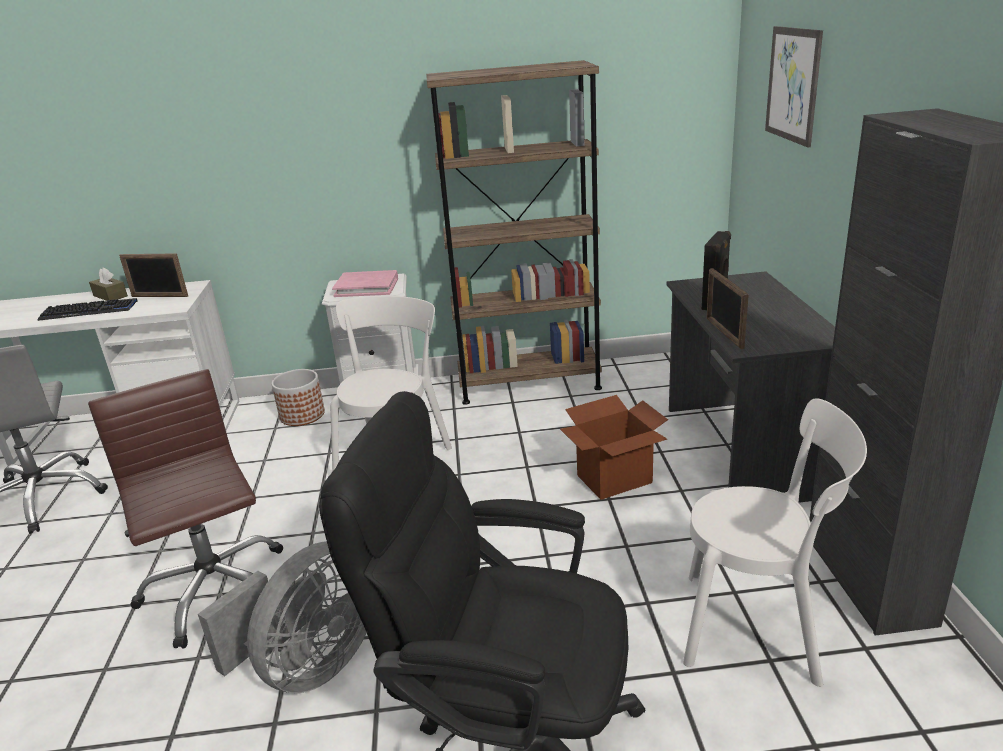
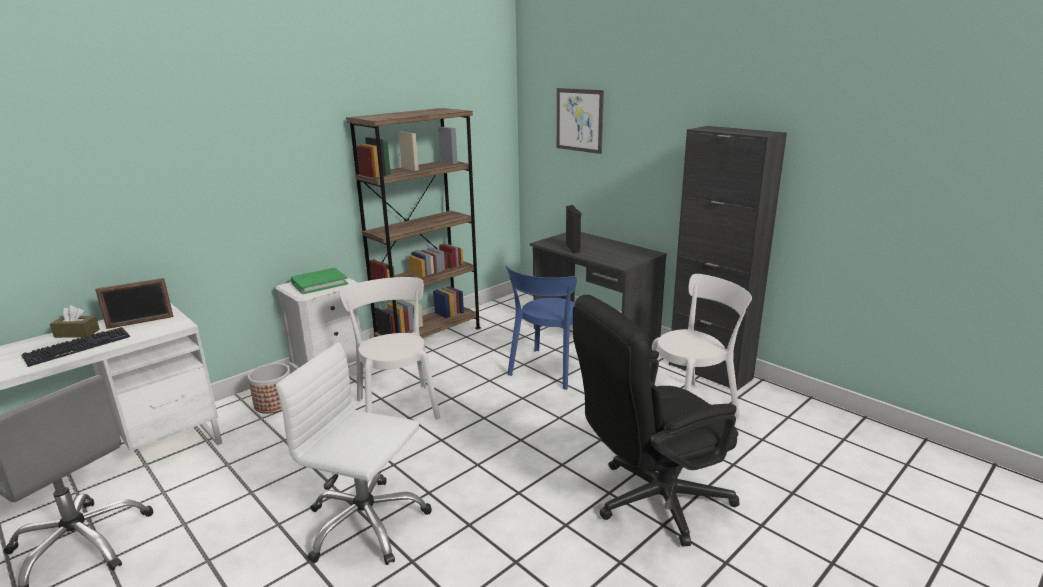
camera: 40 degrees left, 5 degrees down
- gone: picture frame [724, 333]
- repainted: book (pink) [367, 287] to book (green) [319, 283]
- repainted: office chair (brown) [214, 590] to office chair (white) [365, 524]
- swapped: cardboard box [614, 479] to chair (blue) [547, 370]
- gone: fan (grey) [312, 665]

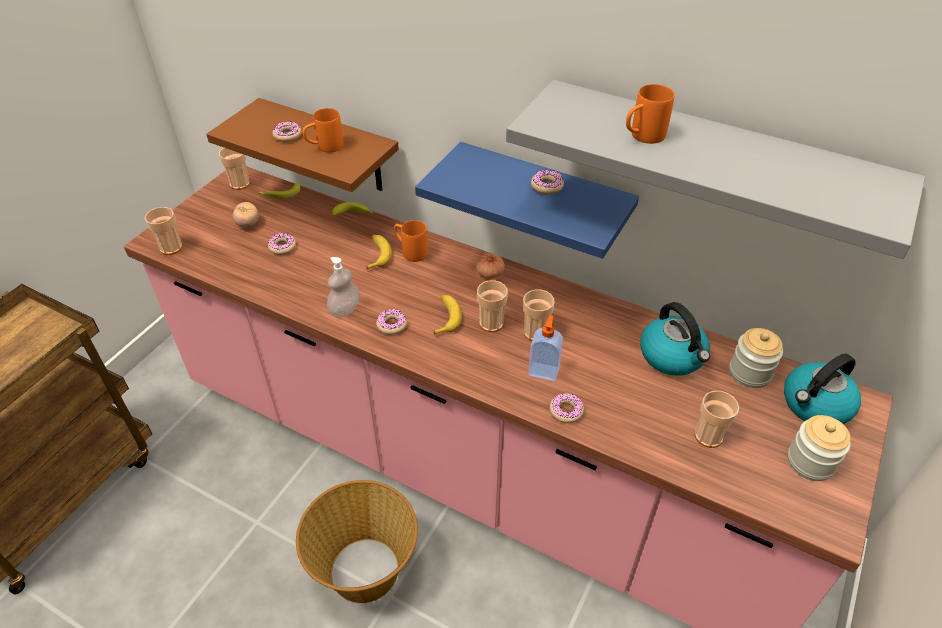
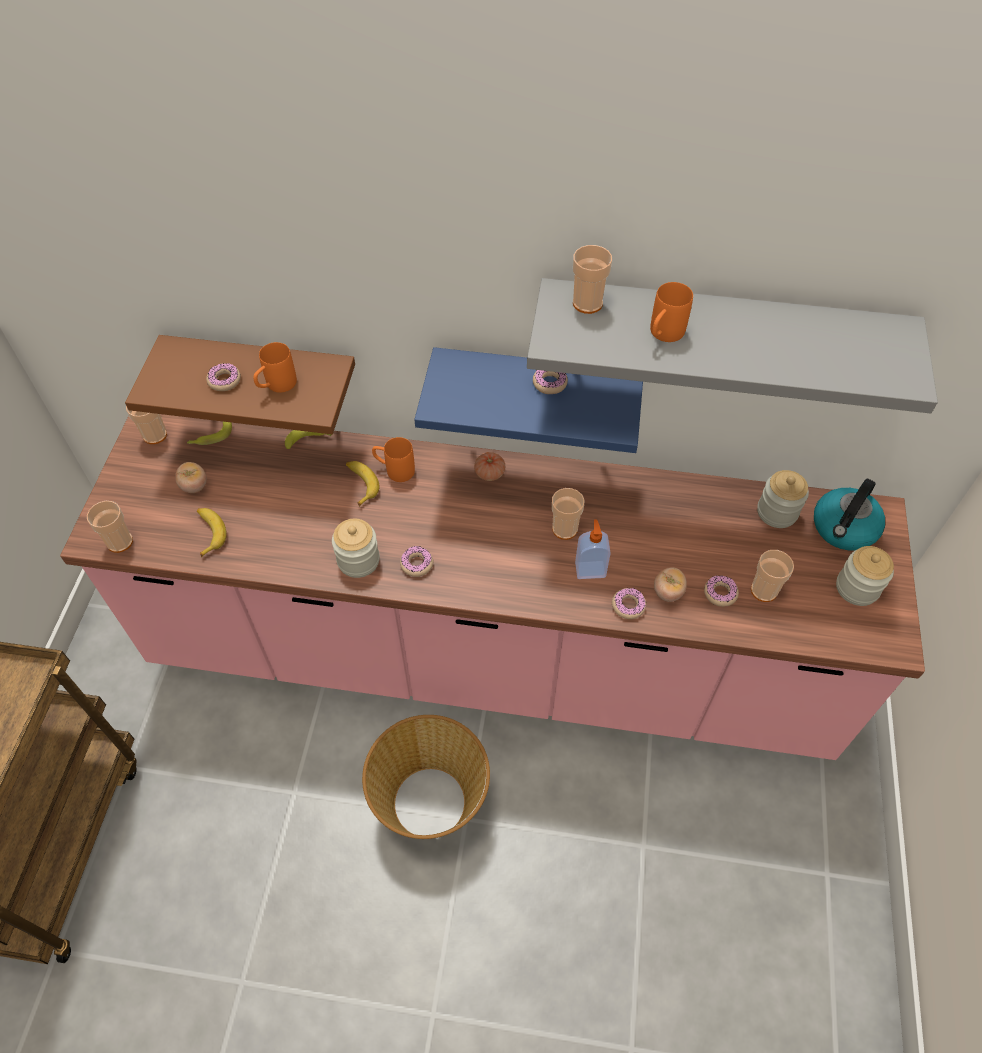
camera: 20 degrees left, 10 degrees up
- shifted: donut [282, 247] to [720, 593]
- swapped: soap dispenser [345, 309] to jar [358, 560]
- shifted: cup [491, 323] to [587, 303]
- shifted: banana [446, 317] to [209, 532]
- gone: kettle [673, 356]
- new: tomato [668, 592]

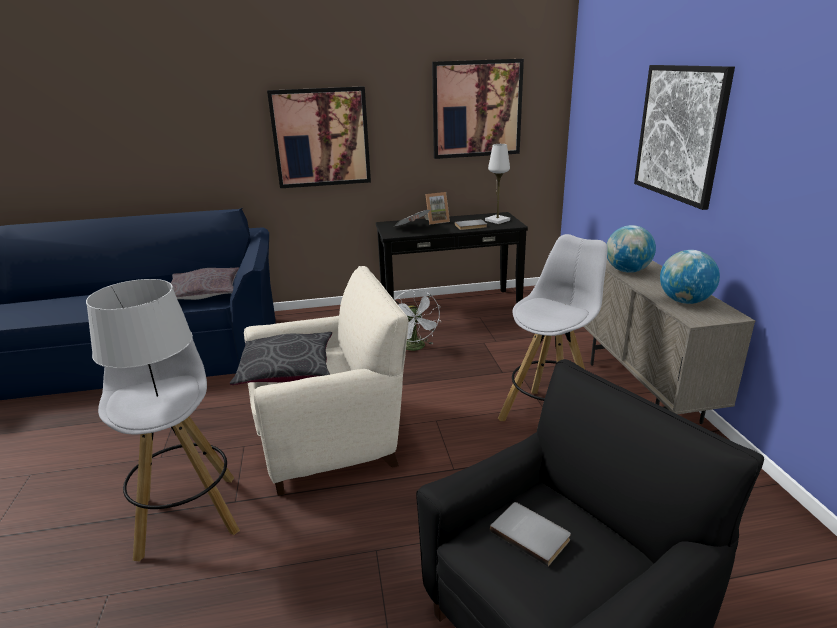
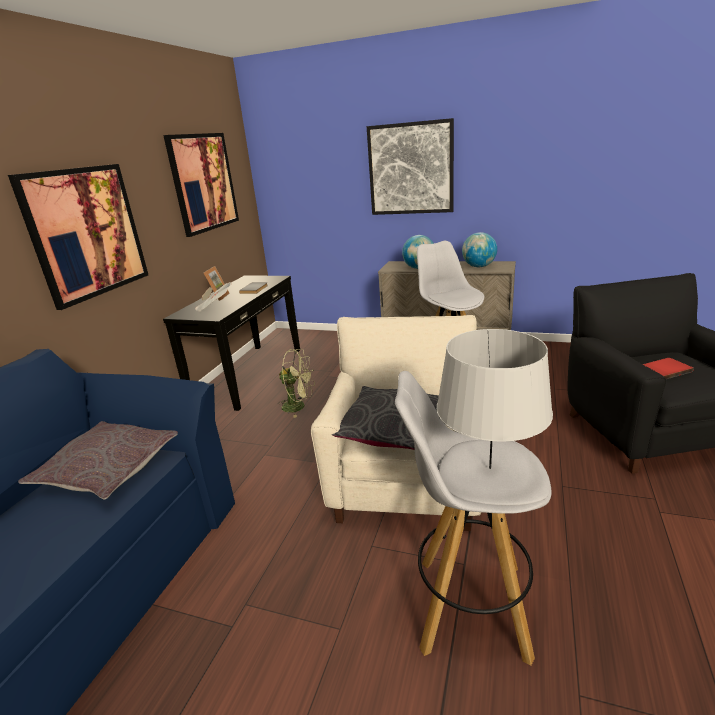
camera: 60 degrees left, 0 degrees up
- gone: table lamp (white) [497, 220]
- repainted: fan (white) [416, 348] to fan (green) [299, 406]
- repainted: book (grey) [531, 534] to book (red) [663, 370]

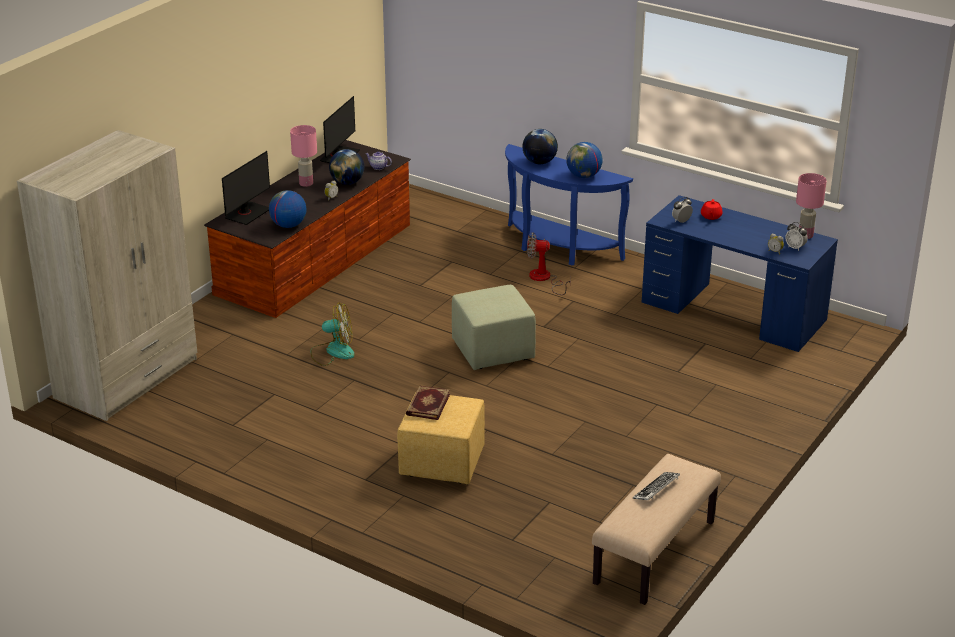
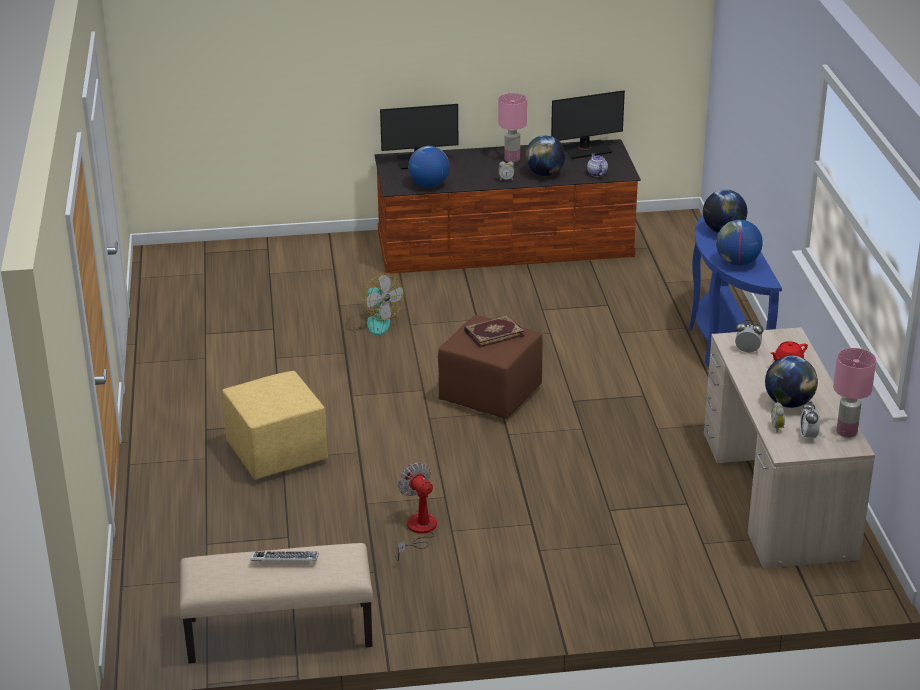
camera: 50 degrees right, 0 degrees up
- gone: wardrobe (beige) [128, 378]
- repainted: desk (blue) [733, 311] to desk (beige) [776, 493]
- shifted: fan [544, 279] to [418, 531]
- repainted: ottoman (green) [493, 350] to ottoman (brown) [491, 395]
- shifted: book [427, 404] to [493, 333]
- new: globe [789, 403]

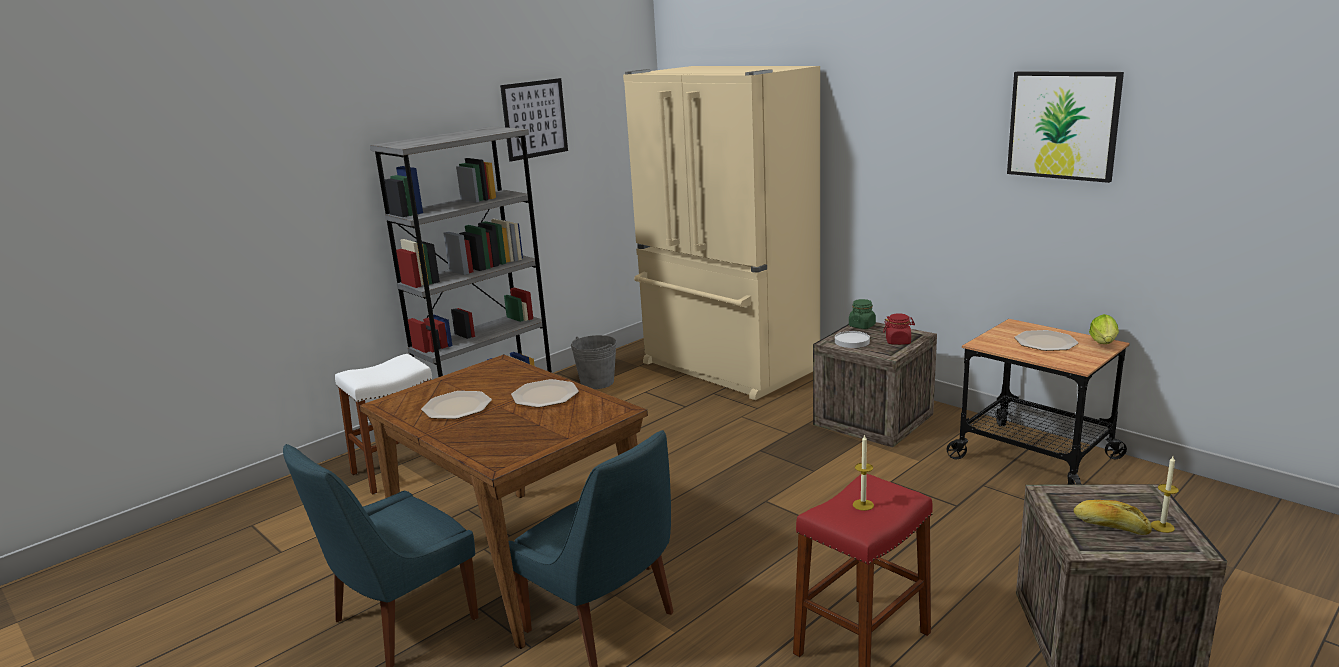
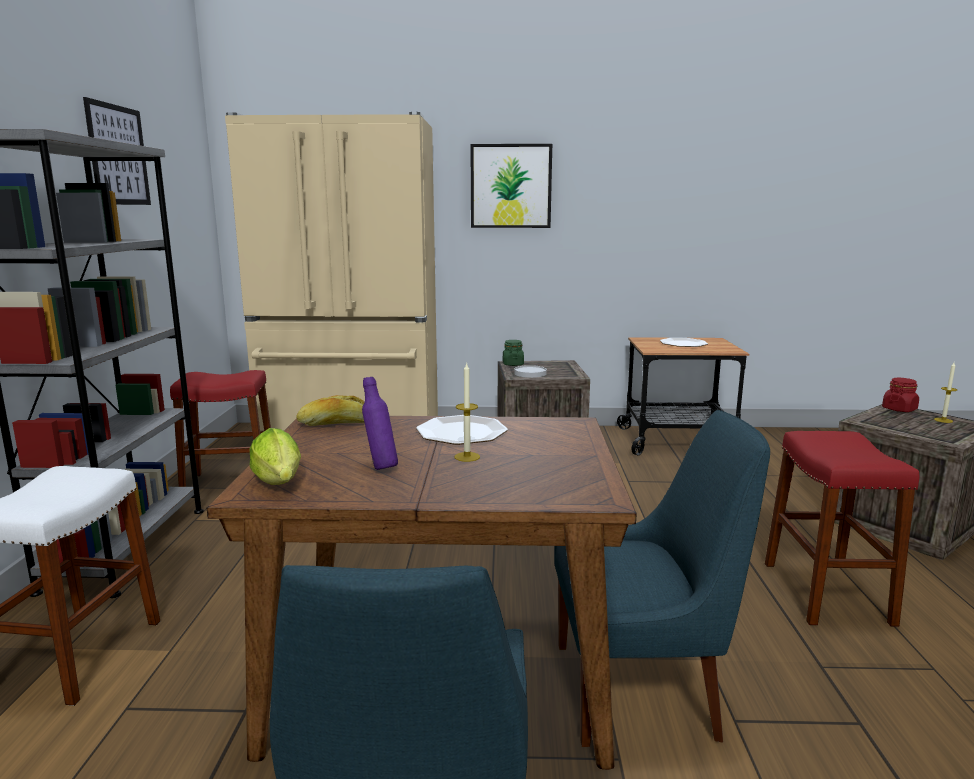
camera: 45 degrees left, 5 degrees down
- shifted: picture [1063, 125] to [511, 186]
- shifted: jar (red) [898, 341] to [899, 409]
- shifted: lettuce [1103, 344] to [280, 484]
- swapped: bucket (grey) [597, 382] to stool (red) [230, 483]
- swapped: plate [457, 406] to bottle (purple) [380, 467]
- shifted: candle [863, 505] to [467, 457]
- shifted: bread [1110, 526] to [335, 424]

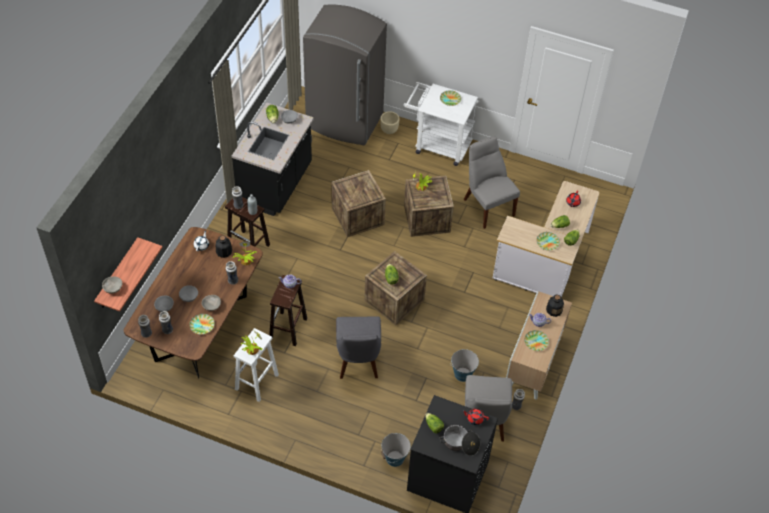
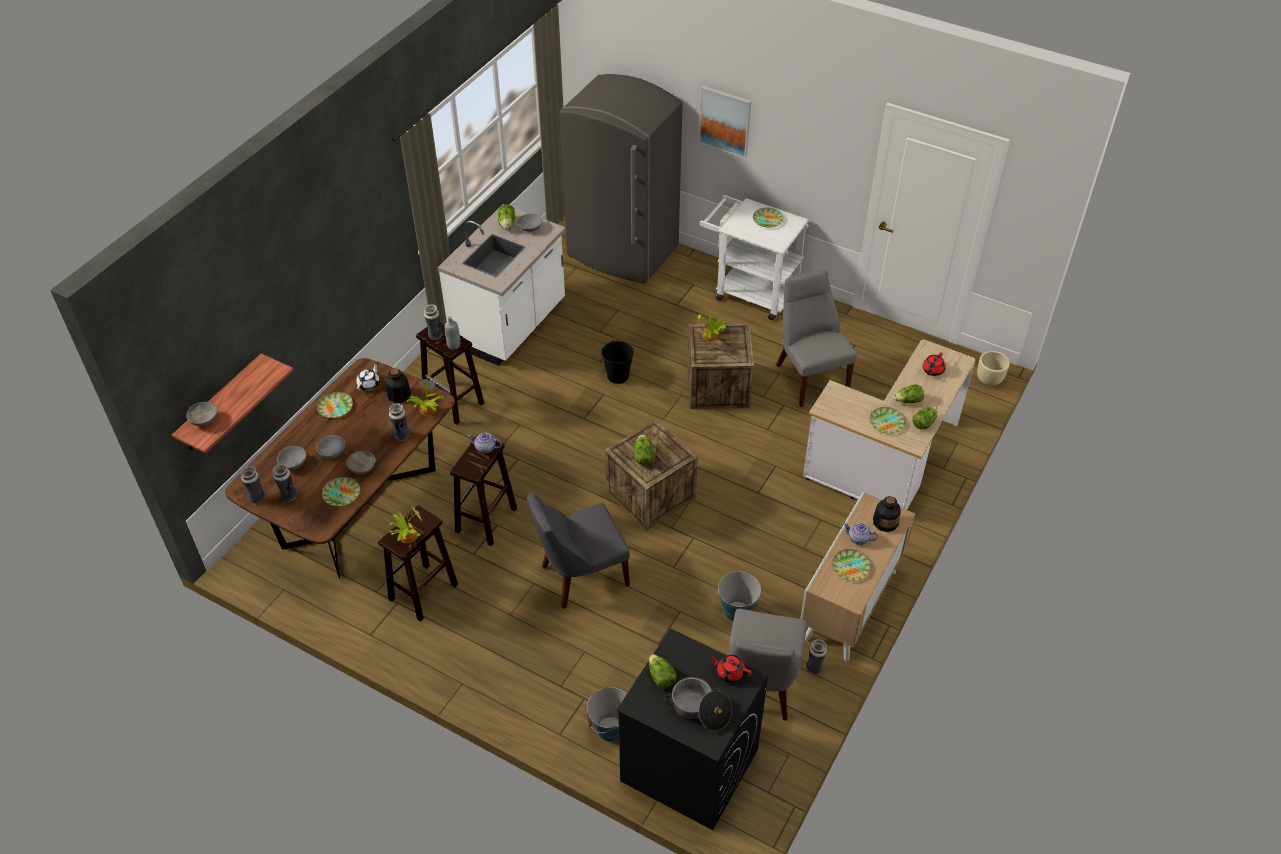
camera: 10 degrees right, 5 degrees down
- repainted: counter (black) [276, 185] to counter (white) [510, 325]
- shifted: planter (beige) [389, 130] to [989, 380]
- swapped: crate [357, 216] to bucket (black) [618, 375]
- rotated: chair (grey) [358, 361] = [580, 576] 60 degrees clockwise
- repainted: stool (white) [256, 382] to stool (brown) [423, 593]
- new: picture [725, 121]
- new: plate [335, 407]

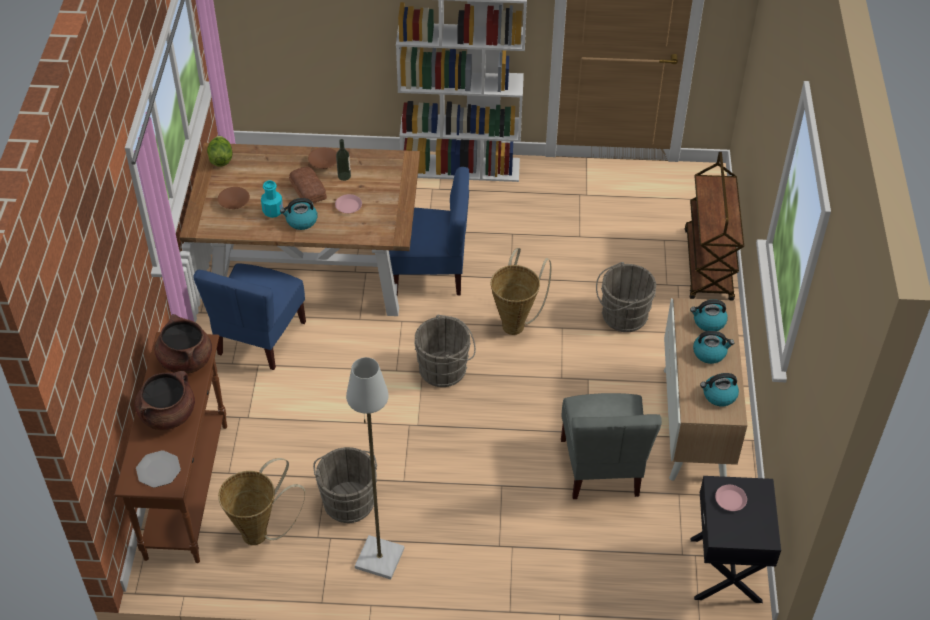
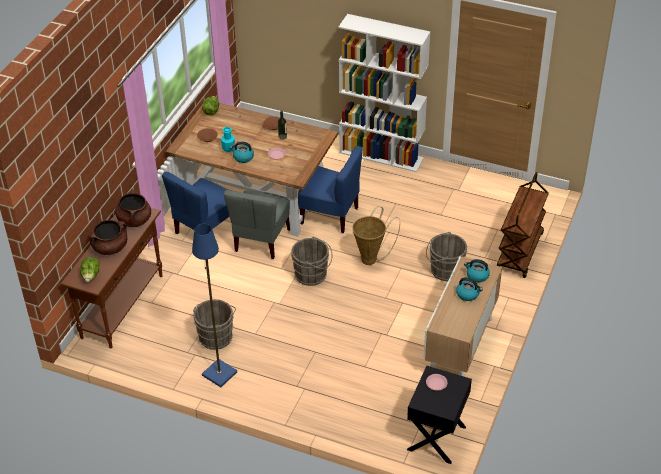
camera: 20 degrees right, 5 degrees down
- gone: bread [308, 189]
- repainted: floor lamp (grey) [378, 559] to floor lamp (blue) [218, 374]
- gone: kettle [719, 395]
- shifted: chair (grey) [601, 468] to [261, 240]
- swapped: plate [158, 470] to lettuce [91, 276]
- gone: basket [261, 532]

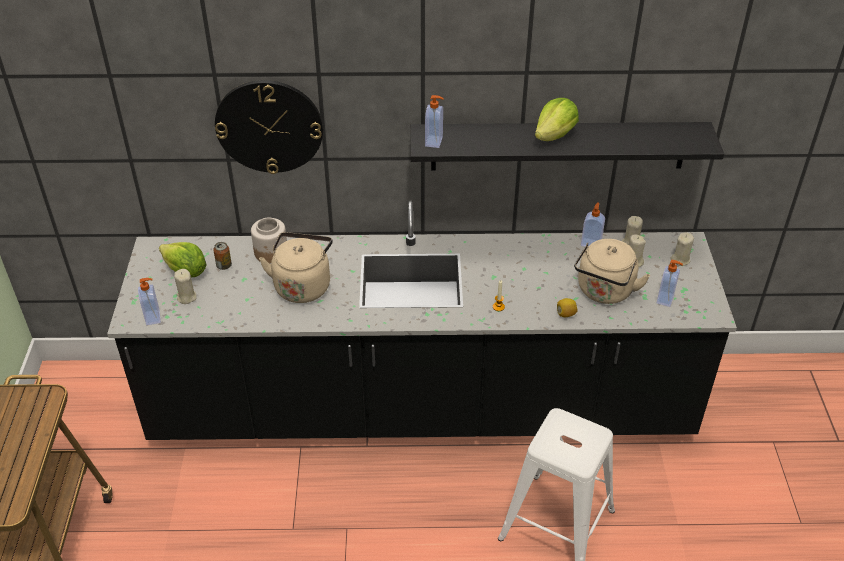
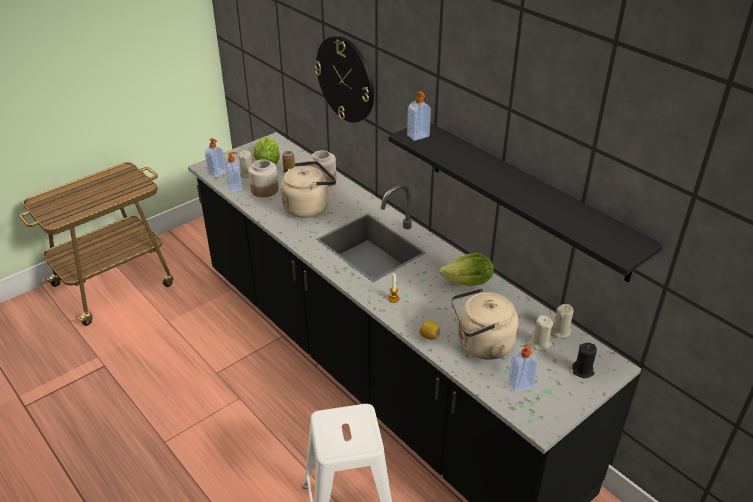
camera: 50 degrees right, 5 degrees down
- shifted: lettuce [555, 135] to [468, 283]
- shifted: soap dispenser [591, 243] to [235, 187]
- repainted: candle (beige) [680, 259] to candle (black) [583, 371]
- new: jar [264, 190]

